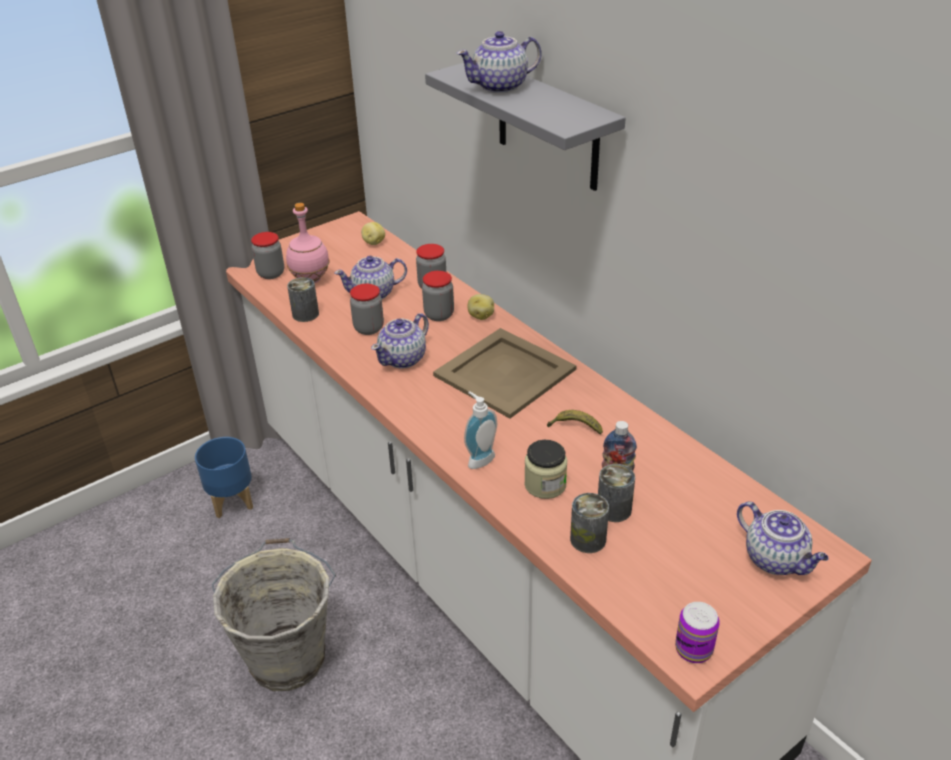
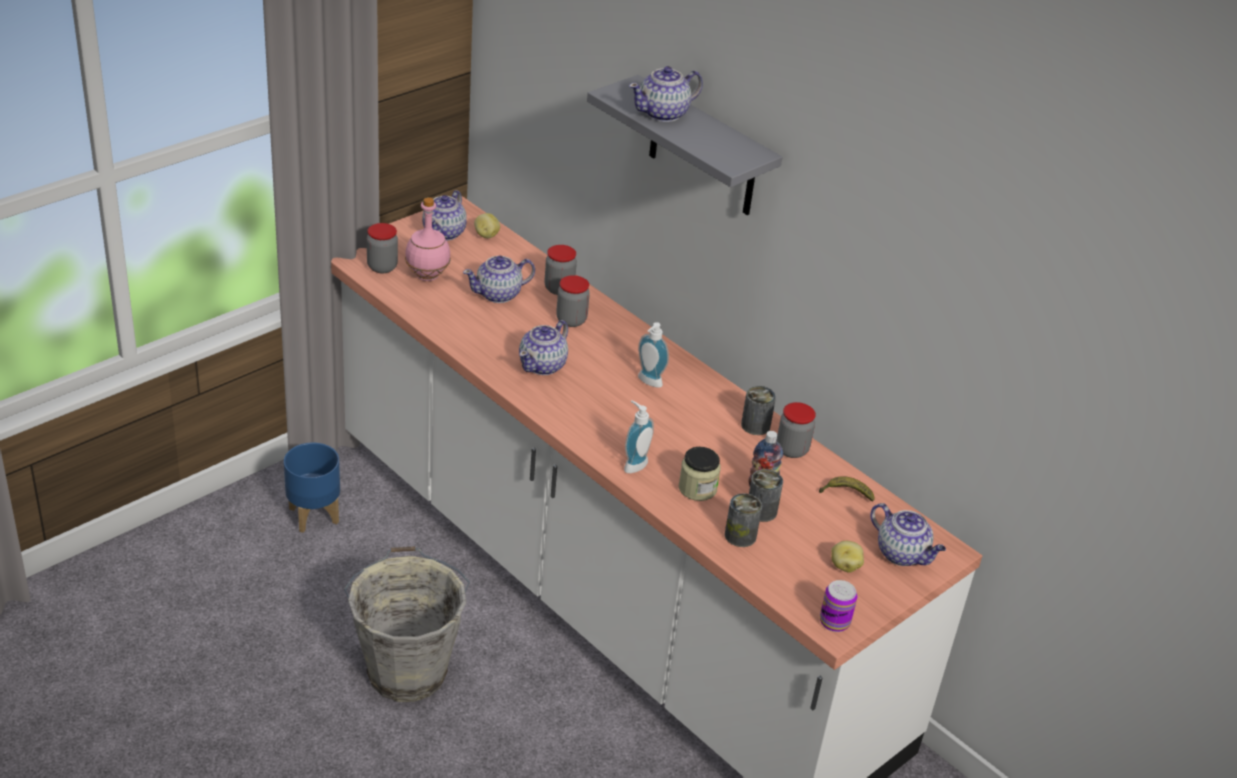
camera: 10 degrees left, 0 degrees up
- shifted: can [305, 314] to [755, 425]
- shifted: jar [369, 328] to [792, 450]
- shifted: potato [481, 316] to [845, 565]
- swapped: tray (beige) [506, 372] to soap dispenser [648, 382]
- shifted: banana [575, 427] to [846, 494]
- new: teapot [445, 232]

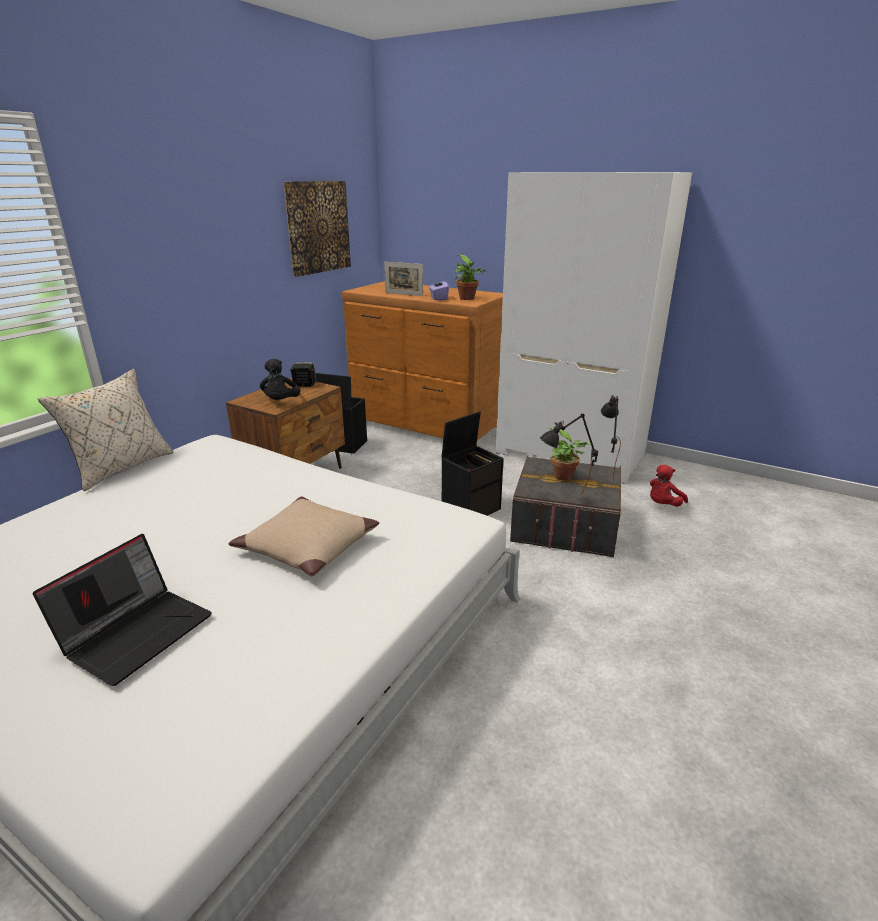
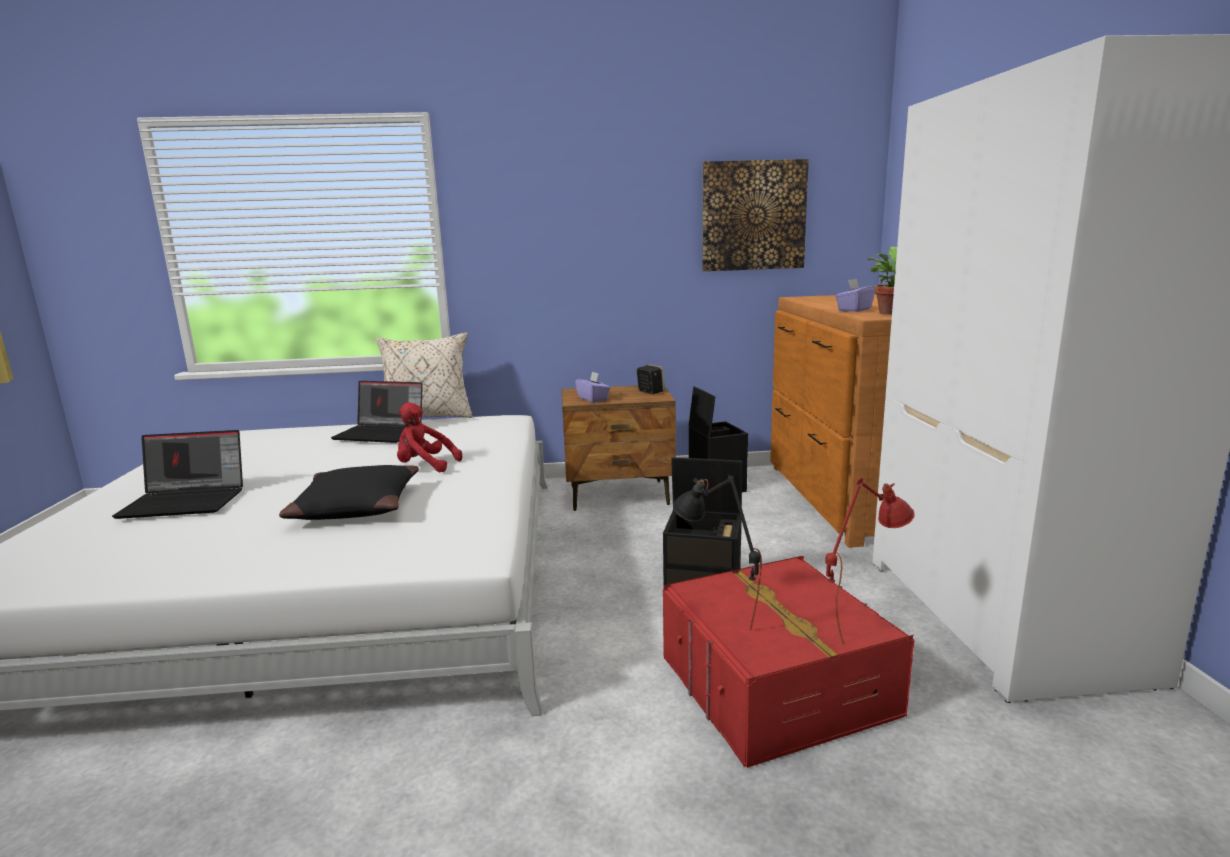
camera: 55 degrees right, 10 degrees down
- gone: picture frame [404, 294]
- swapped: plush toy (black) [281, 402] to tissue box (purple) [593, 399]
- repainted: table lamp (black) [604, 472] to table lamp (red) [860, 627]
- gone: potted plant [565, 477]
- repainted: storage box (grey) [565, 524] to storage box (red) [776, 687]
- shifted: plush toy (red) [663, 505] to [425, 466]
- repainted: pillow (beige) [307, 547] to pillow (black) [355, 506]
- new: laptop [382, 433]

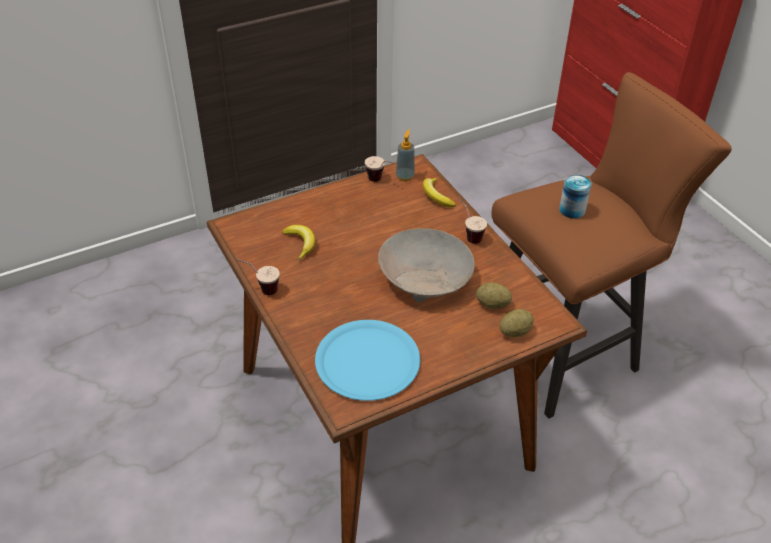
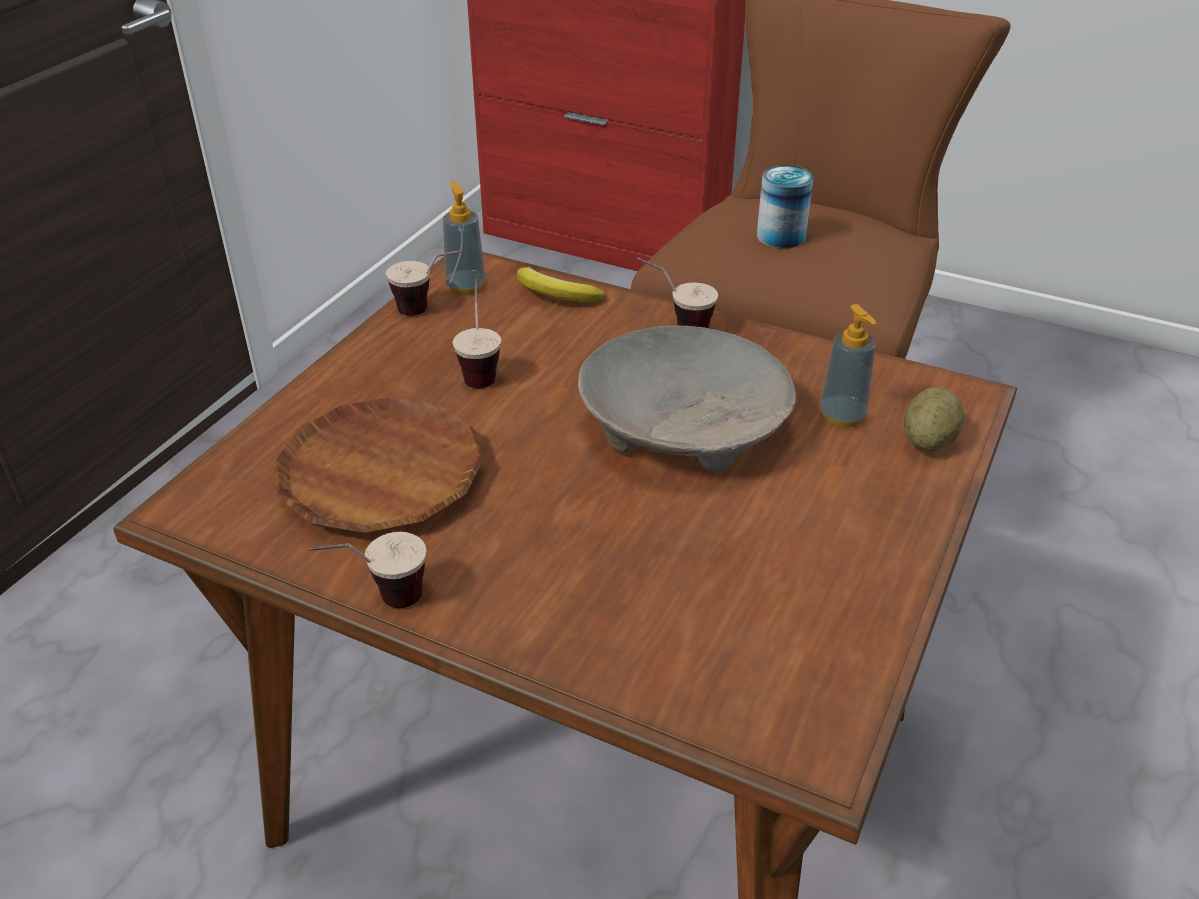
camera: 35 degrees left, 5 degrees down
- swapped: banana [300, 244] to plate (brown) [381, 476]
- swapped: potato [492, 304] to soap dispenser [842, 416]
- gone: plate (blue) [367, 361]
- new: cup [480, 369]

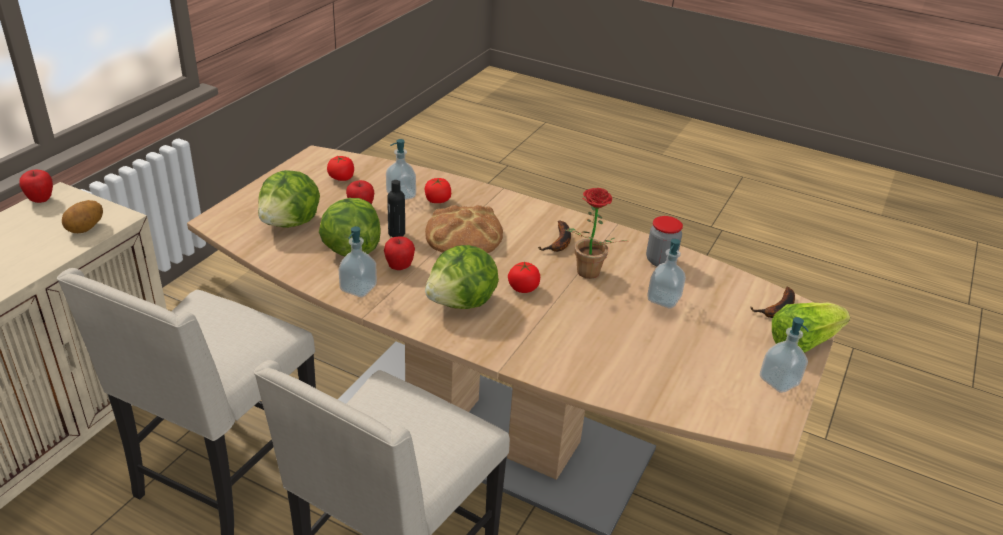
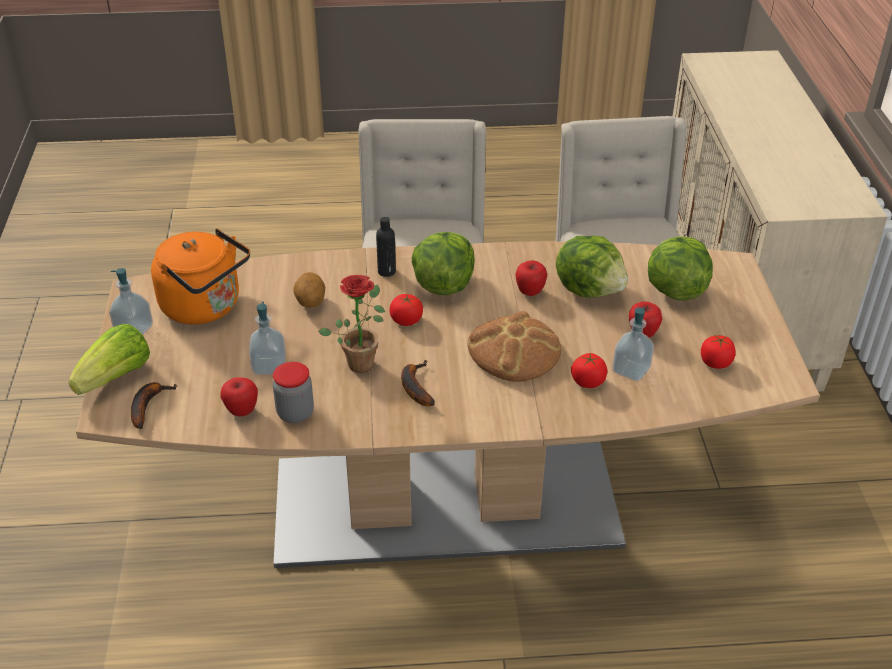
camera: 150 degrees right, 5 degrees up
- shifted: apple [41, 200] to [241, 411]
- shifted: bottle (black) [396, 233] to [386, 271]
- shifted: potato [86, 229] to [310, 302]
- gone: soap dispenser [358, 288]
- new: kettle (orange) [205, 307]

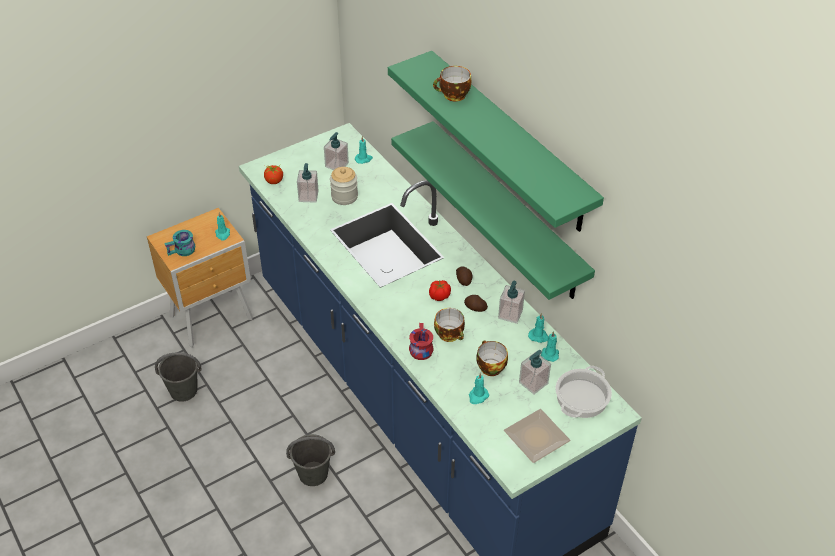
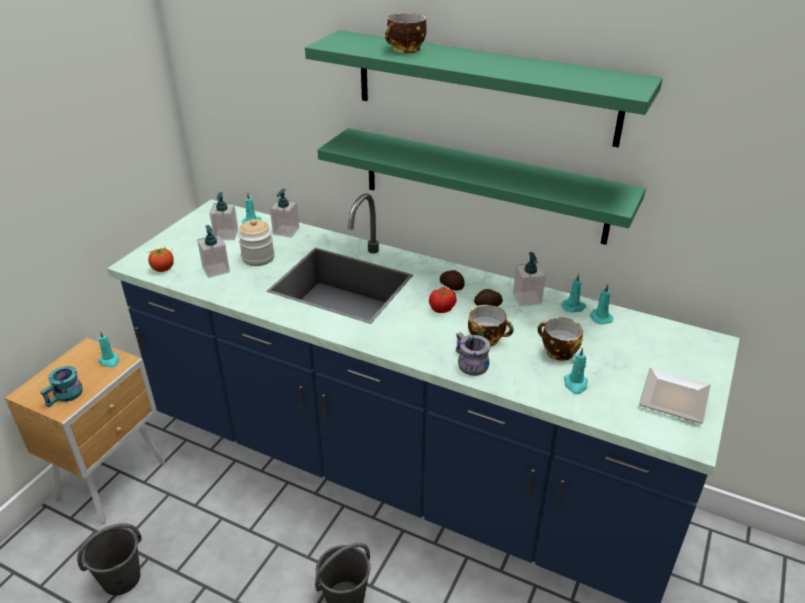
camera: 30 degrees left, 10 degrees down
- repainted: mug (red) [419, 348] to mug (grey) [468, 364]
- shifted: soap dispenser [533, 383] to [286, 231]
- gone: cooking pot [581, 397]

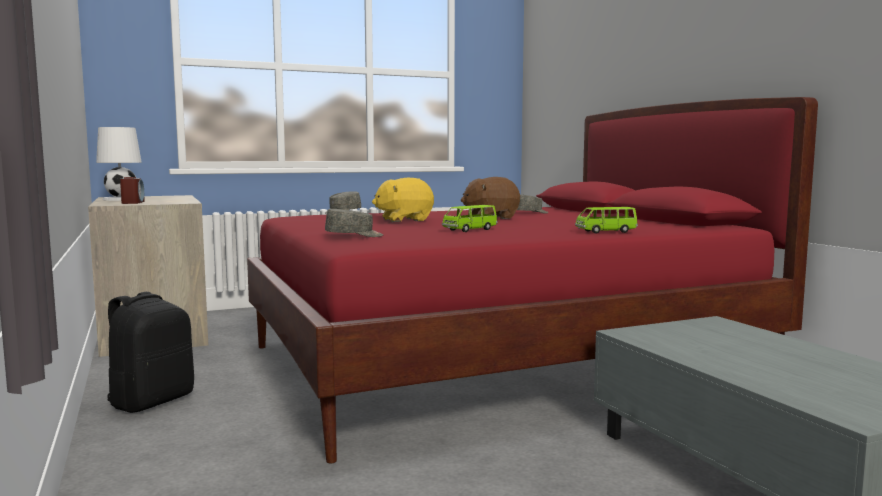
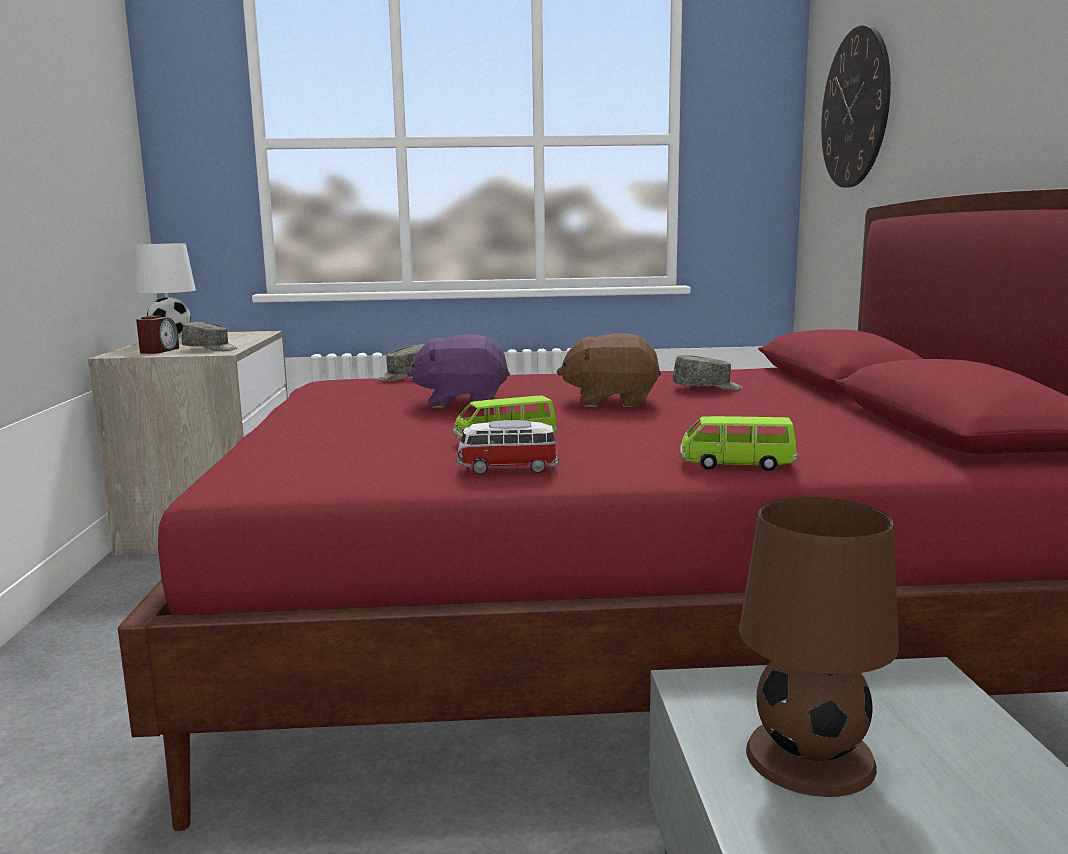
camera: 20 degrees right, 5 degrees up
- repainted: plush toy (yellow) [404, 220] to plush toy (purple) [462, 402]
- shifted: cap (grey) [354, 236] to [210, 349]
- gone: backpack (black) [151, 401]
- new: wall clock [855, 108]
- new: toy car [507, 469]
- new: table lamp (brown) [809, 758]

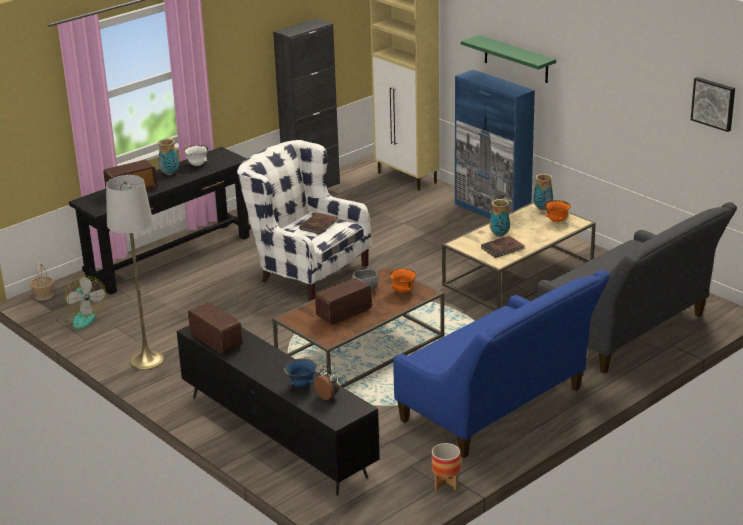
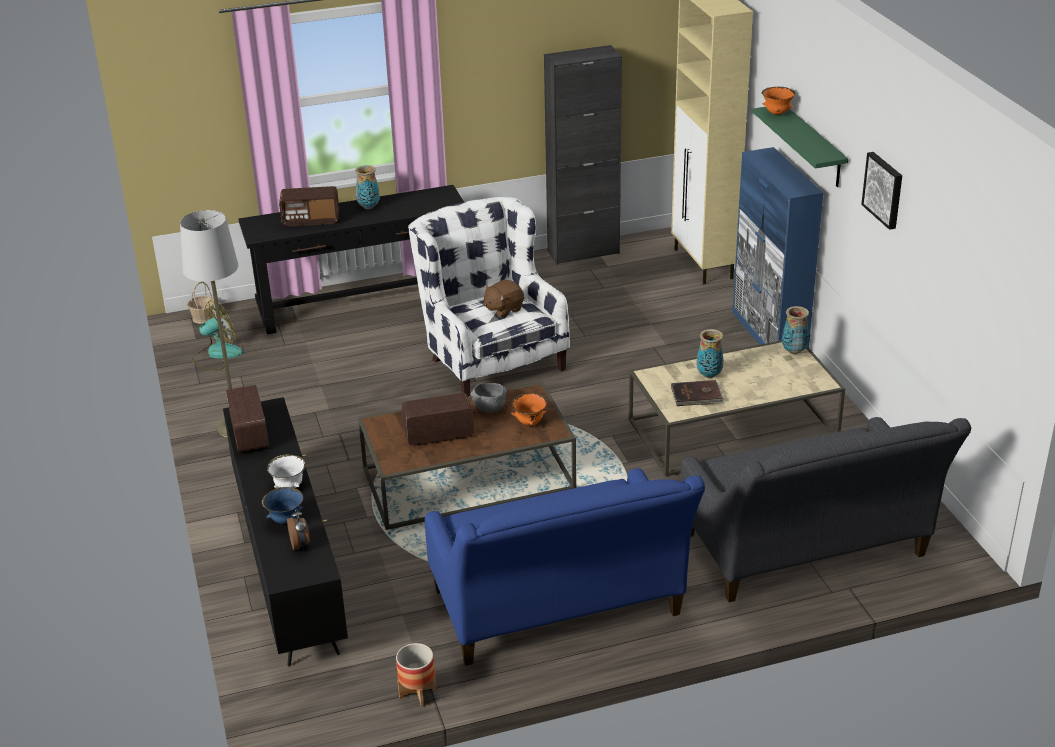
camera: 25 degrees right, 5 degrees up
- shifted: picture [714, 103] to [884, 189]
- shifted: bowl (white) [197, 165] to [289, 487]
- shifted: bowl (orange) [557, 221] to [777, 113]
- swapped: book (brown) [319, 225] to plush toy (brown) [503, 309]
- rotated: fan [81, 317] = [217, 355] 120 degrees counterclockwise

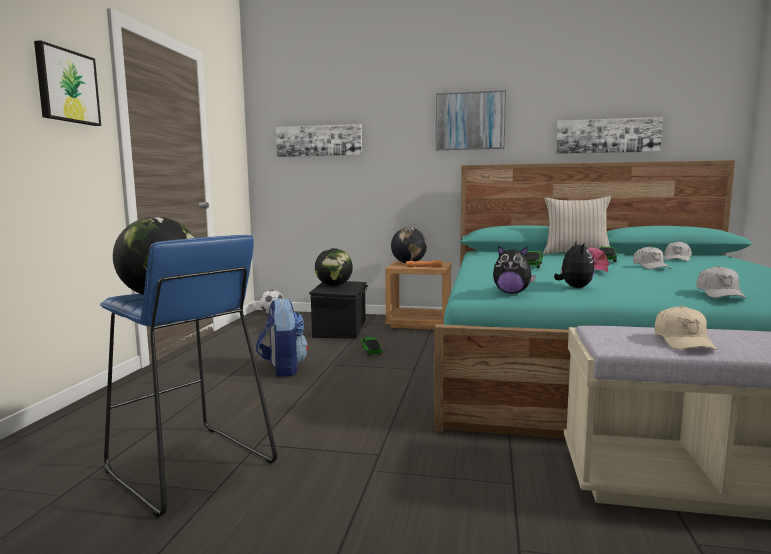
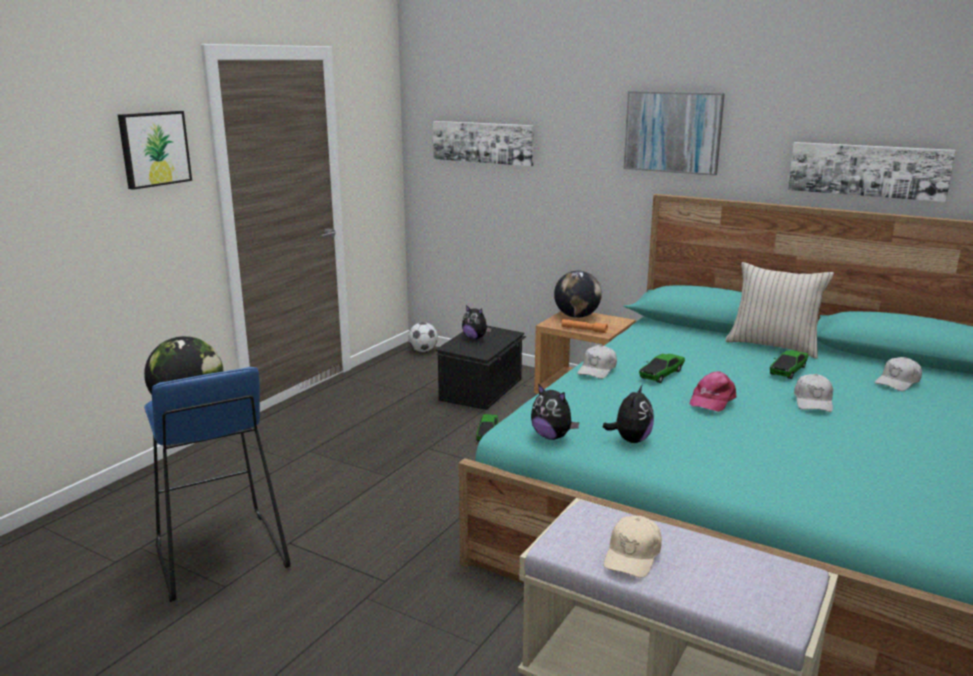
camera: 20 degrees right, 10 degrees up
- swapped: globe [334, 285] to plush toy [475, 338]
- shifted: cap (white) [719, 294] to [597, 370]
- gone: backpack [283, 368]

